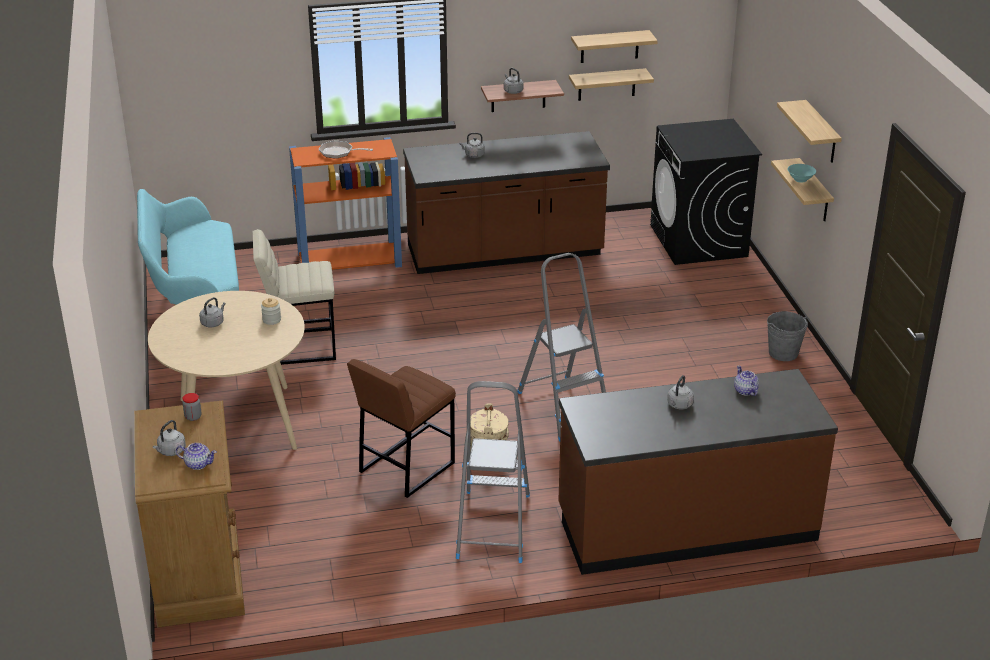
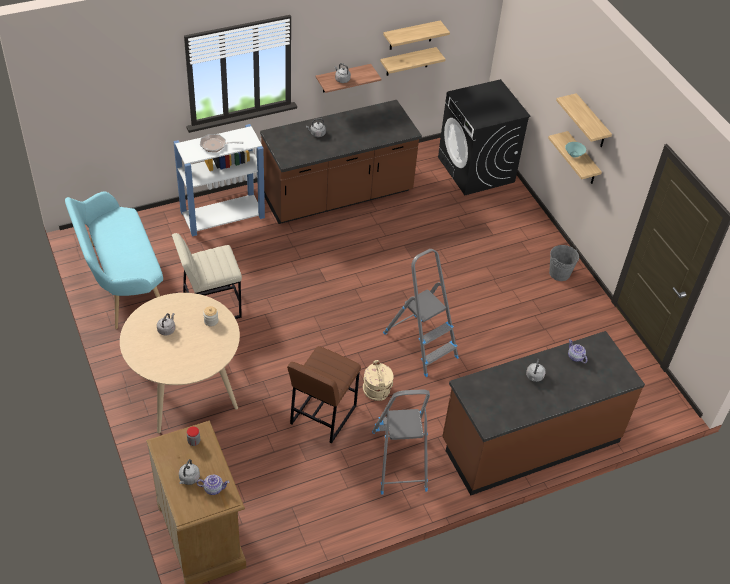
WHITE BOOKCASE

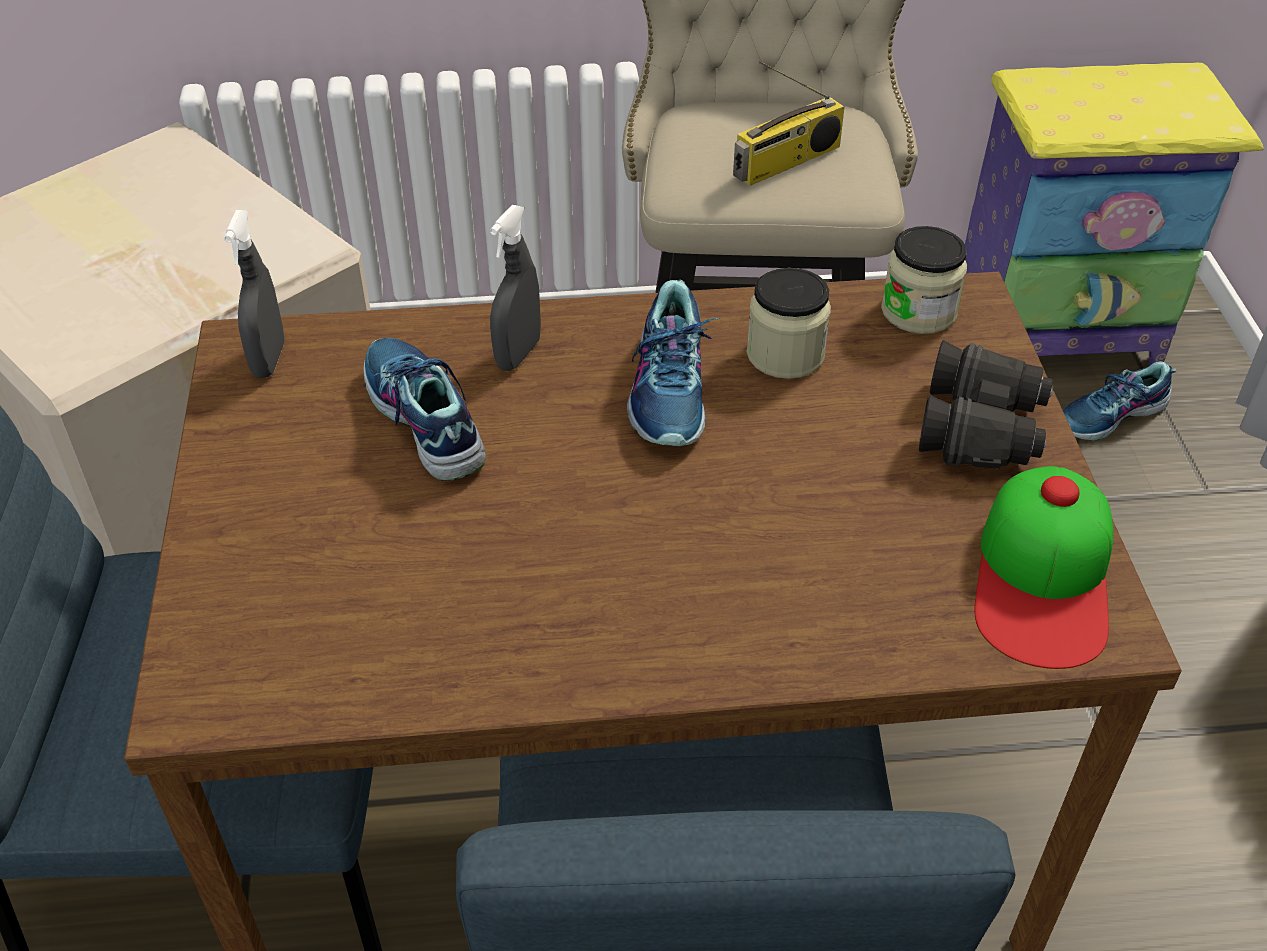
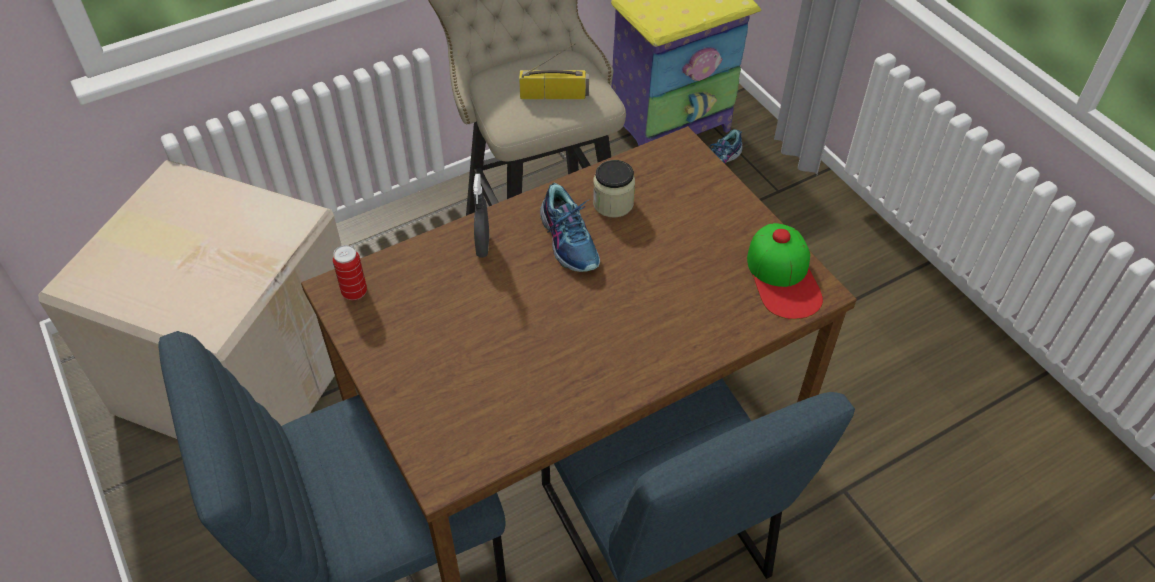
CAN
RADIO
SHOE (no. 1 from left in the first image)
JAR (no. 2 from left in the first image)
BLACK BINOCULARS

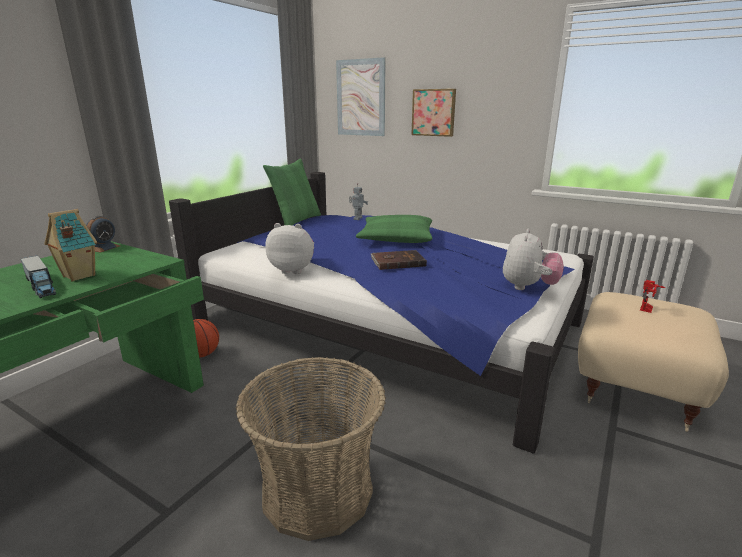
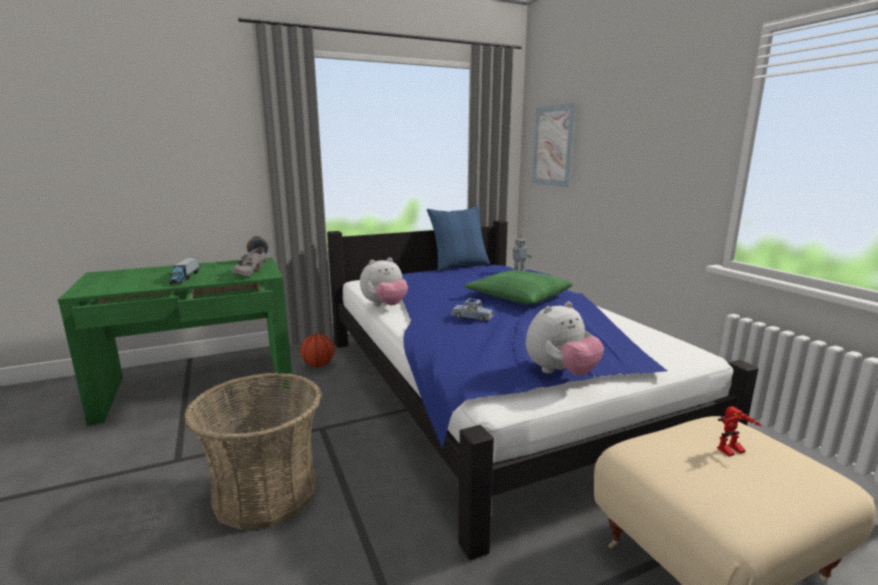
GREY SHOE
PLUSH TOY (no. 1 from left)
BLUE PILLOW
BLUE TOY CAR
TOY HOUSE
PICTURE (no. 2 from left in the first image)

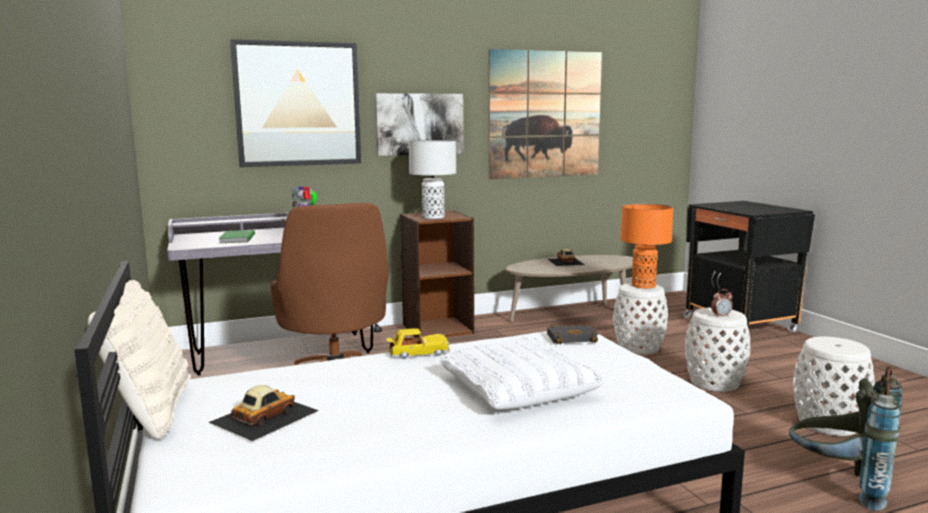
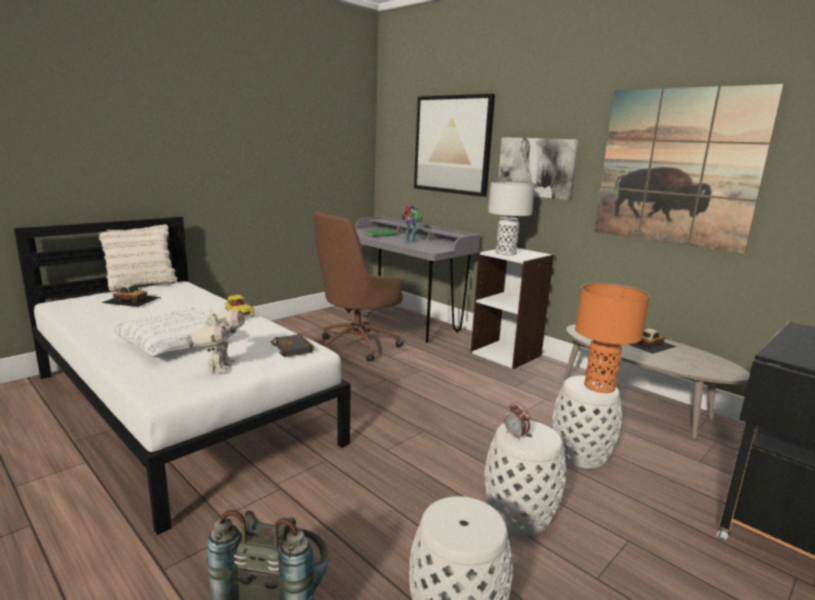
TOY ROBOT (no. 1 from left)
WHITE BOOKCASE

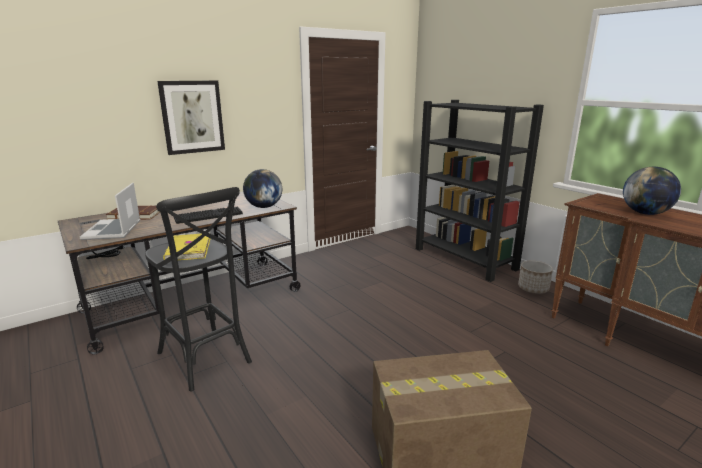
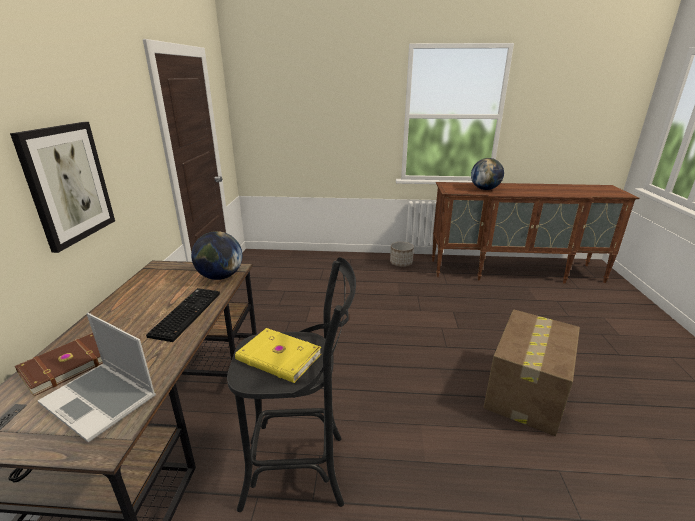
BLACK BOOKCASE

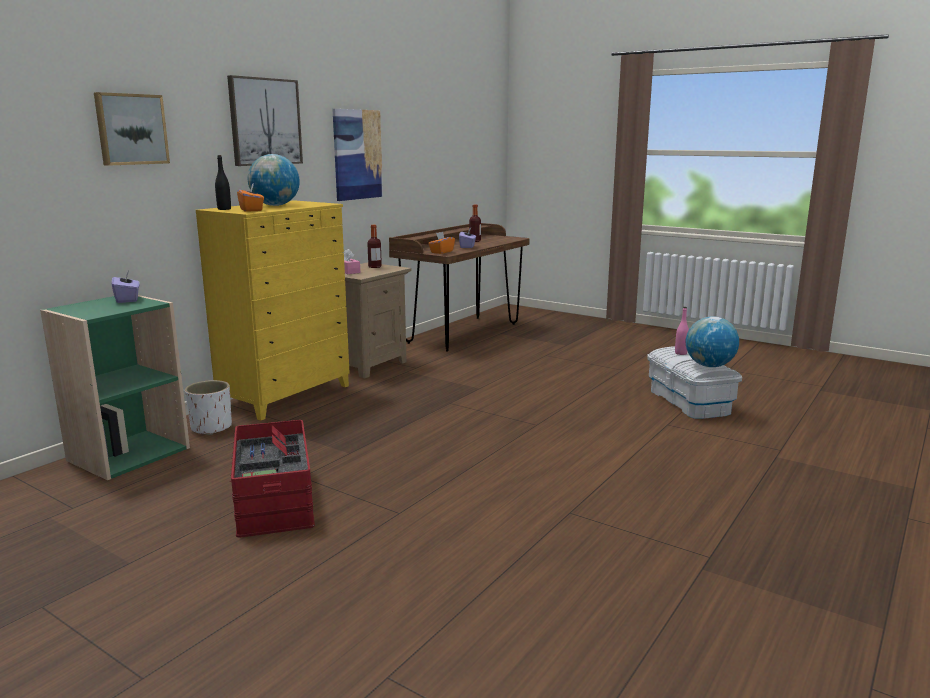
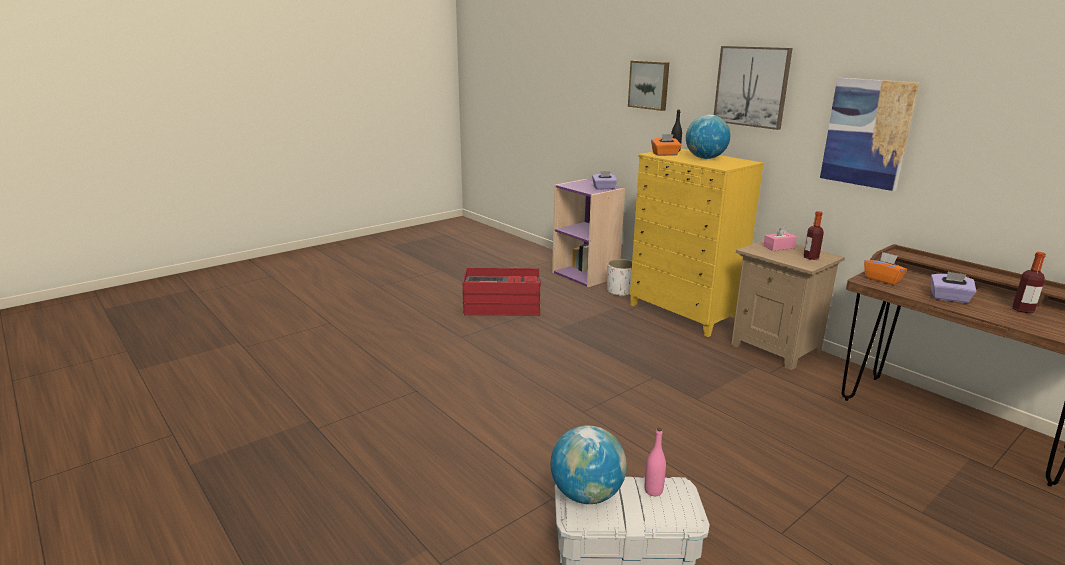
PURPLE BOOKCASE

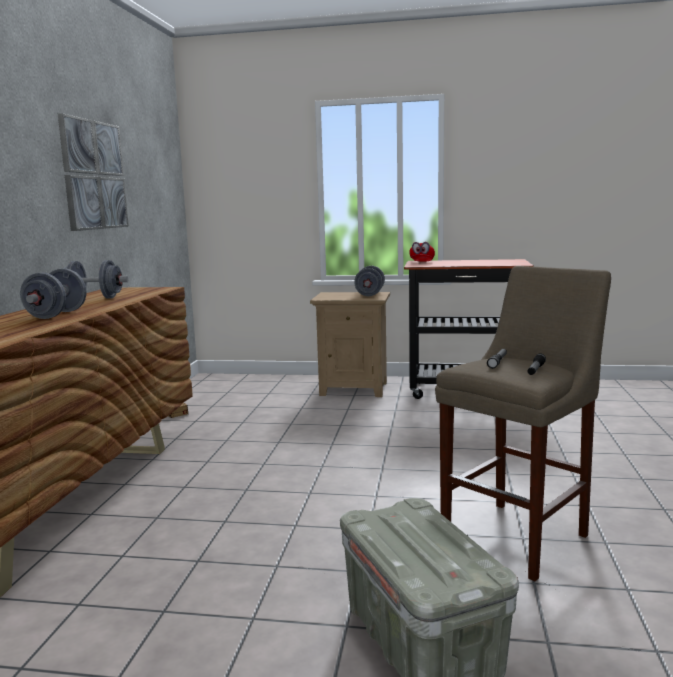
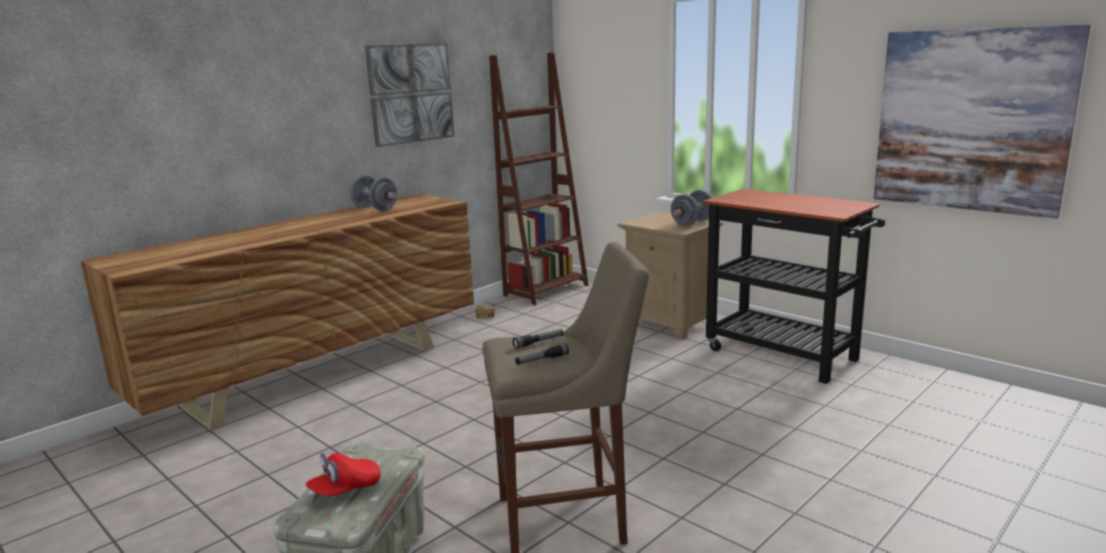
RED CAP
BROWN BOOKCASE
PICTURE (no. 2 from left)
GREY DUMBBELL (no. 1 from left in the first image)

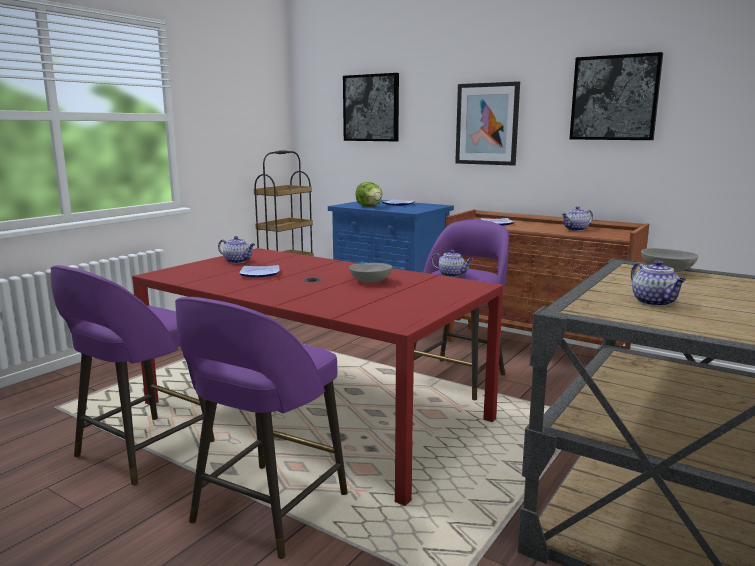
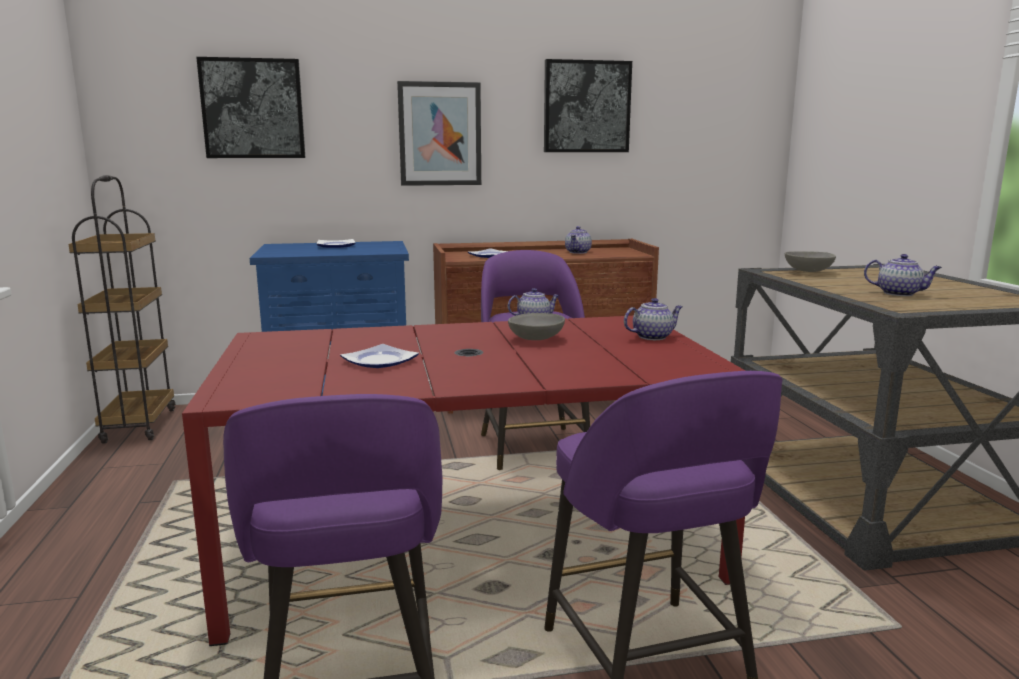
TEAPOT (no. 3 from left)
LETTUCE

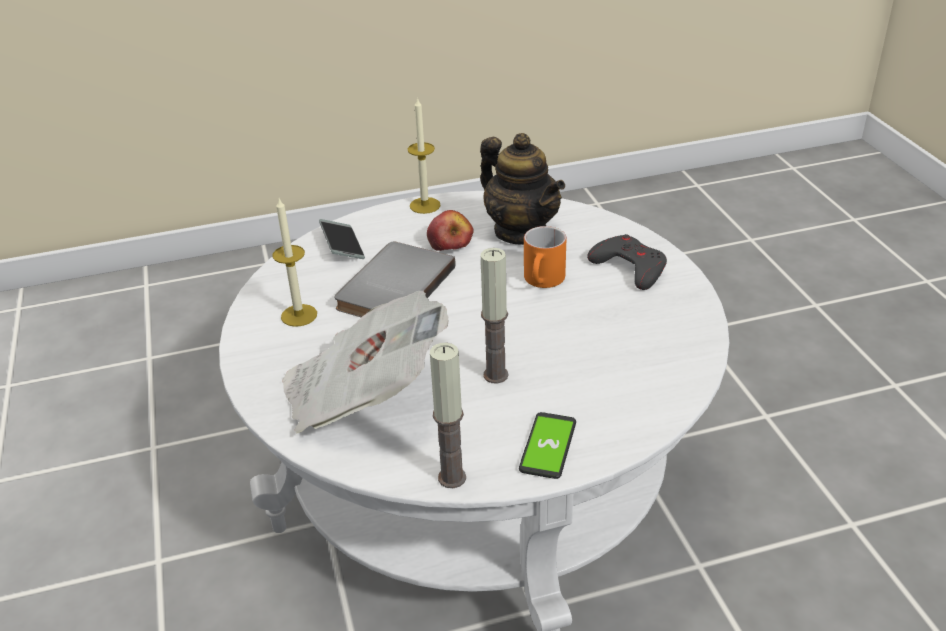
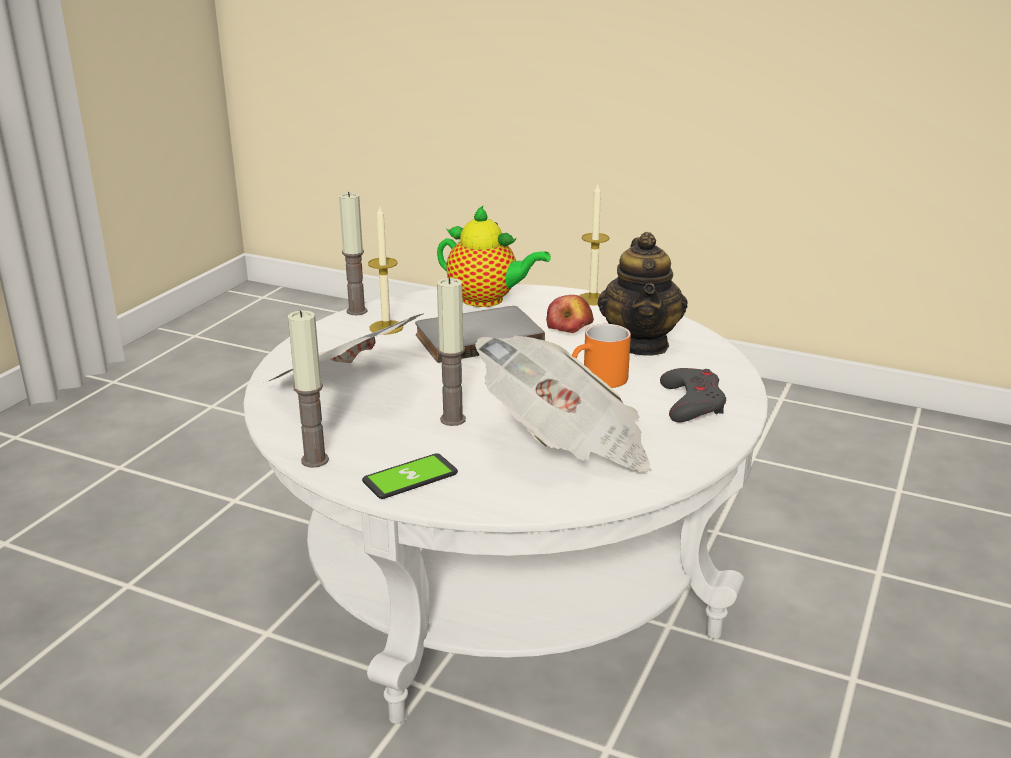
CANDLE (no. 2 from left)
TEAPOT (no. 1 from left)
NEWSPAPER (no. 2 from left)

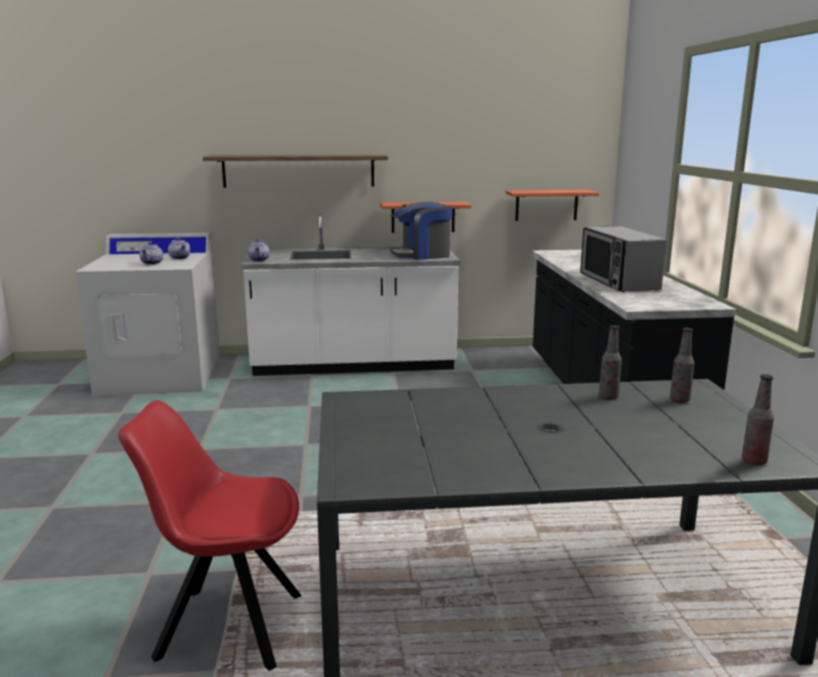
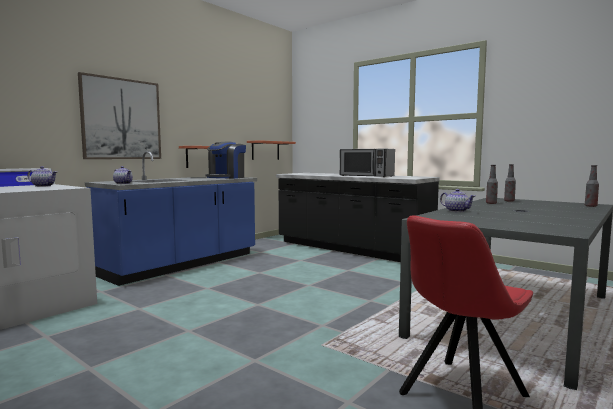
PICTURE
BLUE COUNTER
TEAPOT (no. 3 from left)

